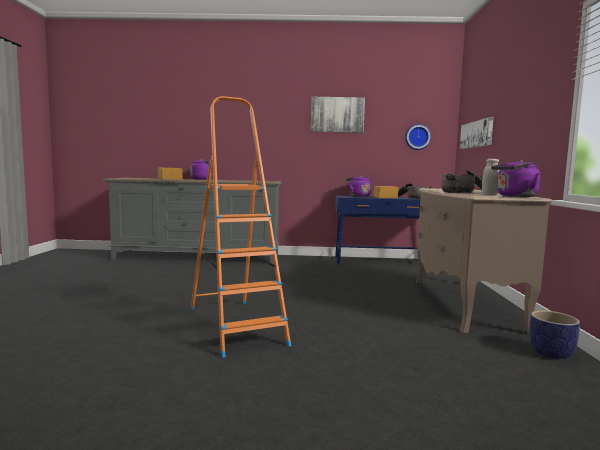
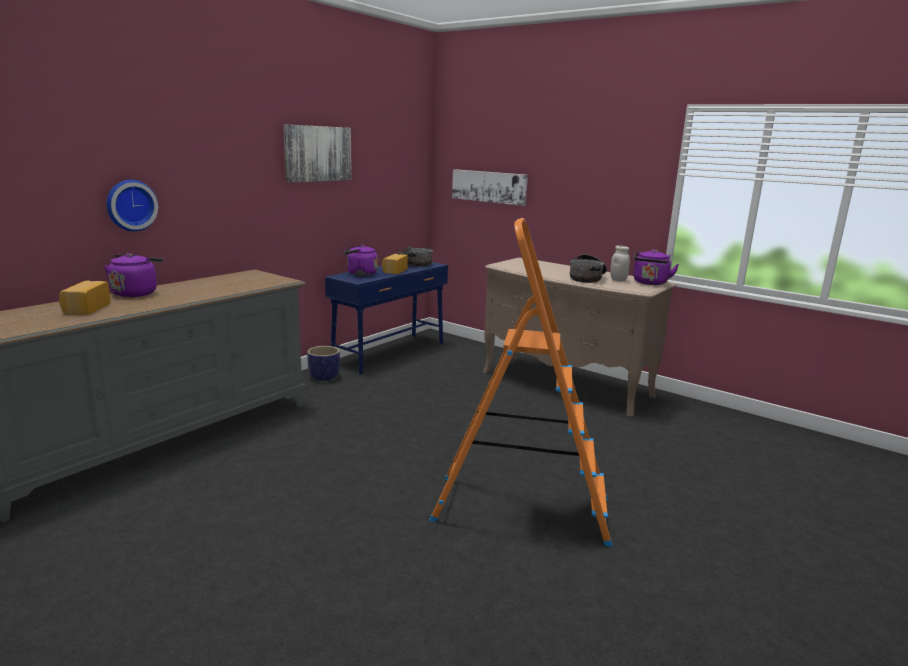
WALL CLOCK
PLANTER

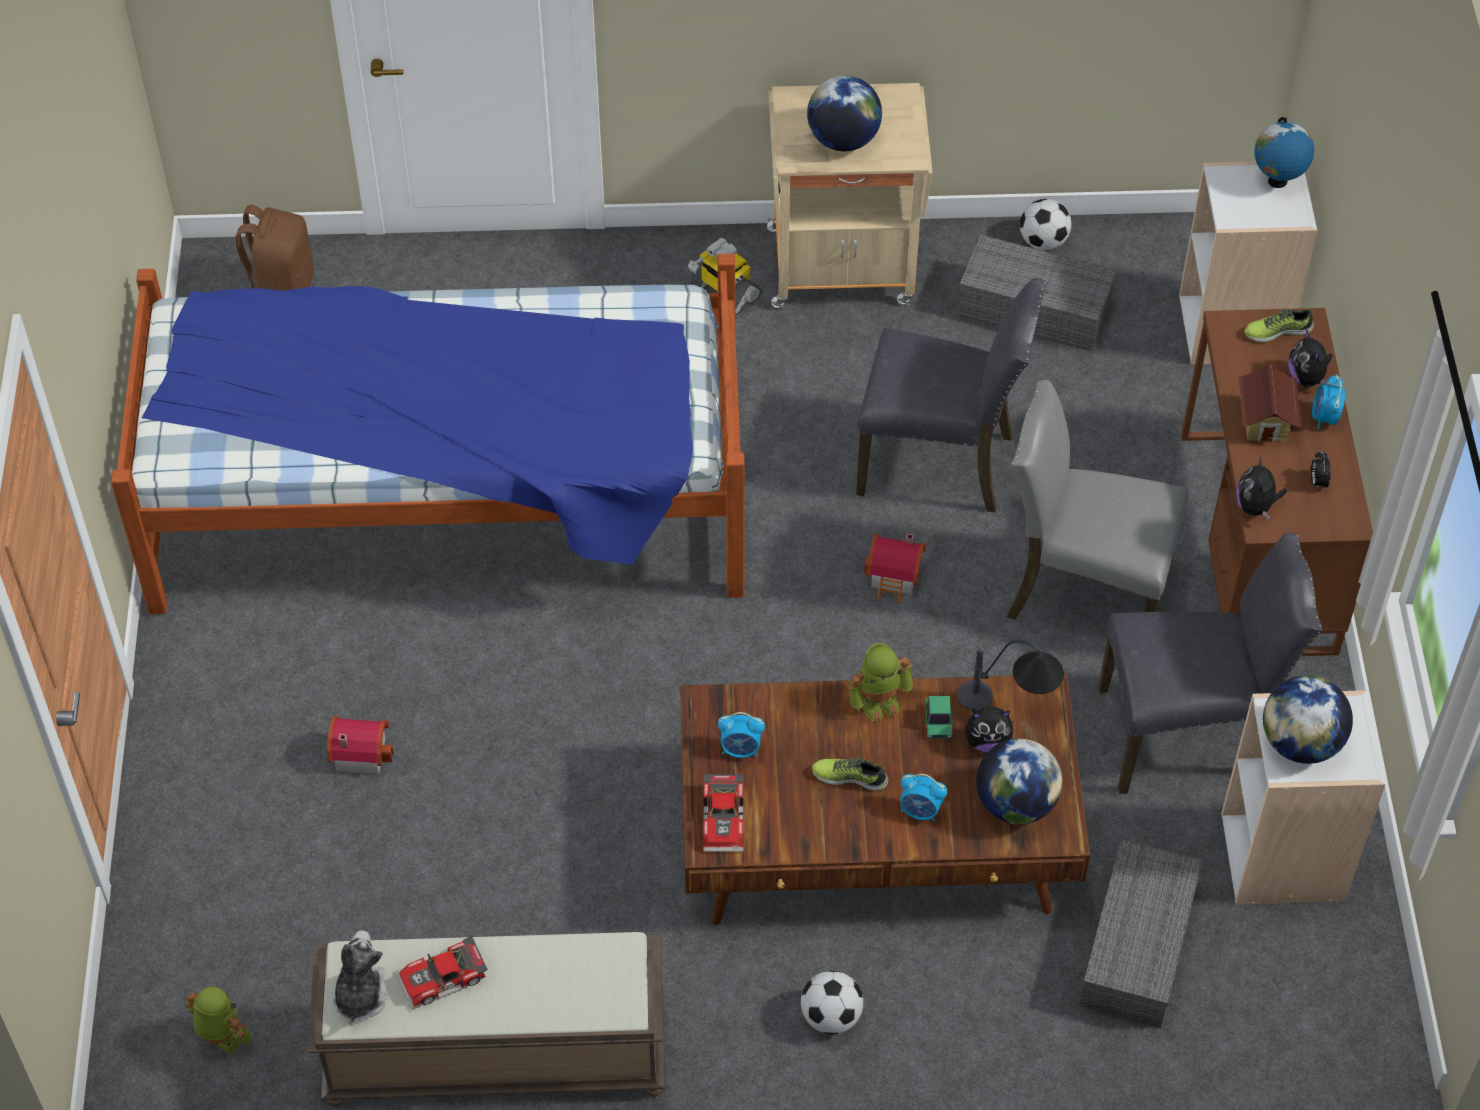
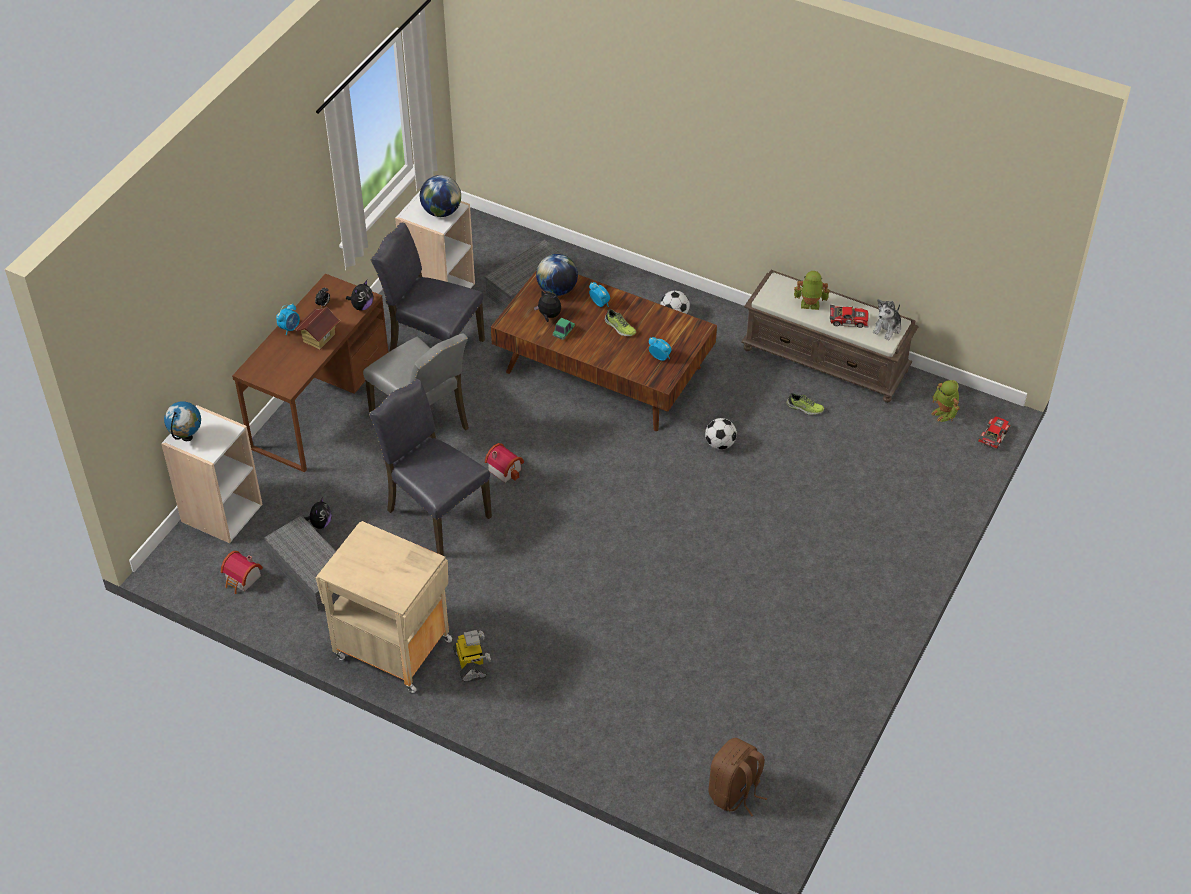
TOY HOUSE (no. 1 from left)
PLUSH TOY (no. 1 from left)
FOOTBALL (no. 2 from left)
SHOE (no. 2 from left)
TOY ROBOT (no. 2 from left)
TOY CAR (no. 3 from left)
BED
GLOBE (no. 1 from left in the first image)
TABLE LAMP

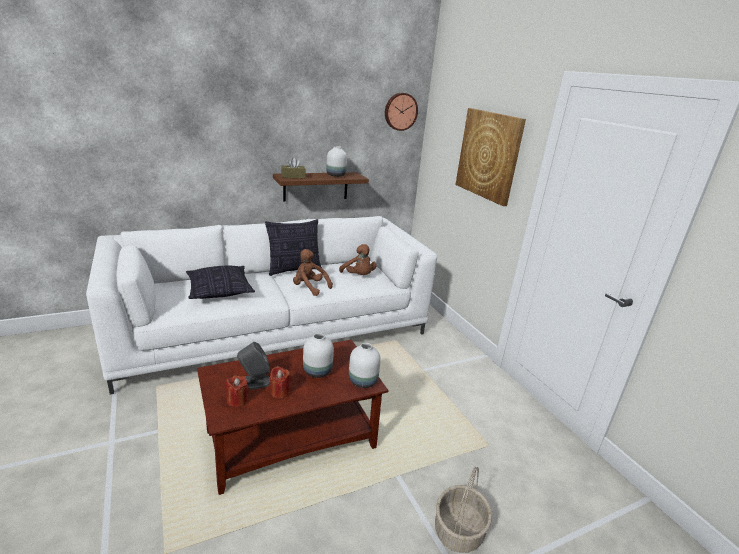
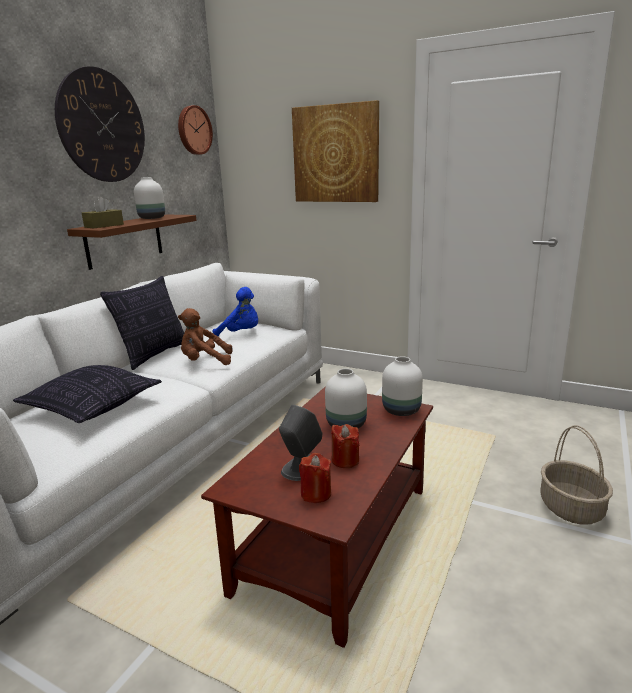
WALL CLOCK (no. 1 from left)
BLUE PLUSH TOY

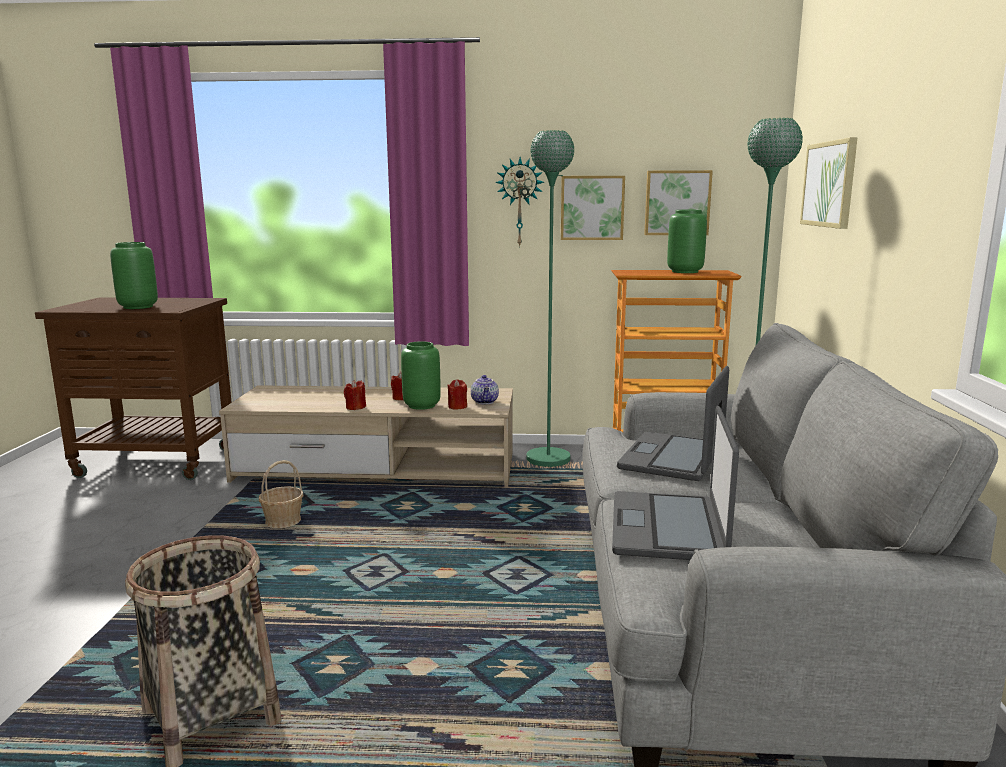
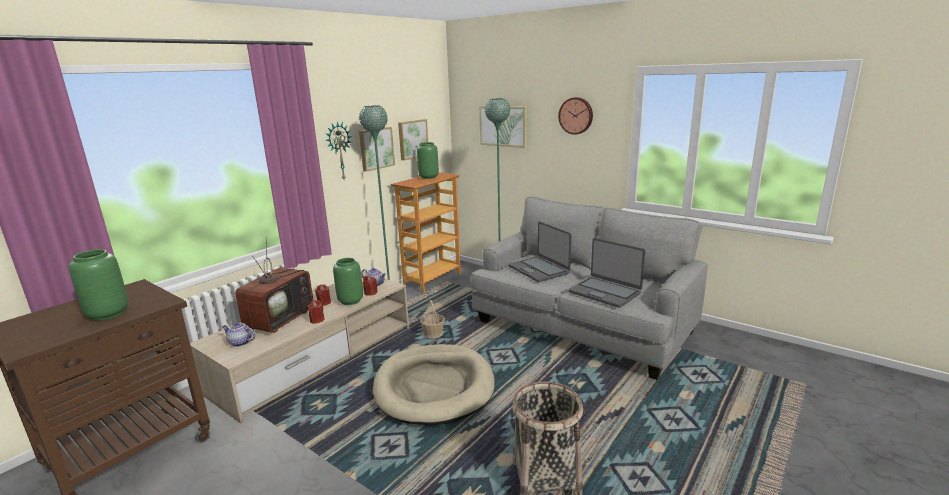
TEAPOT (no. 1 from left)
TELEVISION
BEIGE DOG BED
BASKET (no. 1 from left)
WALL CLOCK (no. 2 from left)

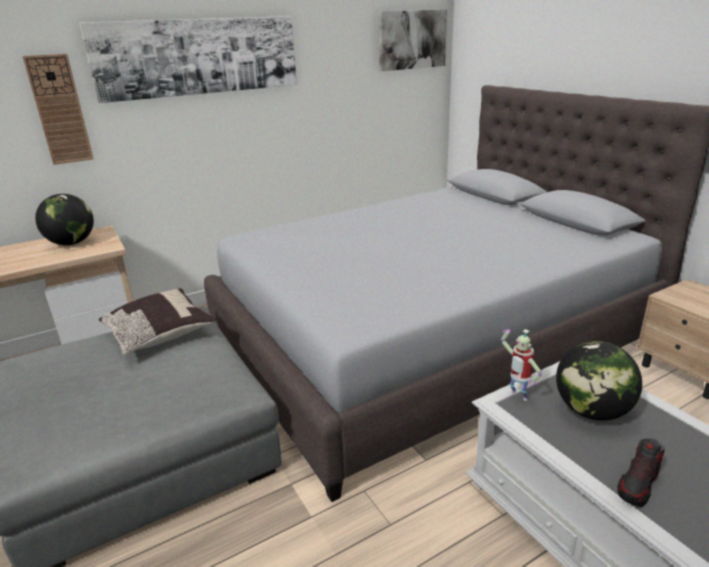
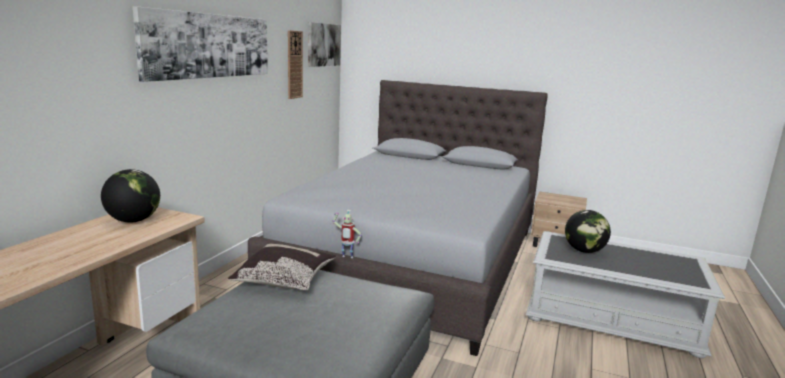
WALL CLOCK
TOY ROBOT
SHOE

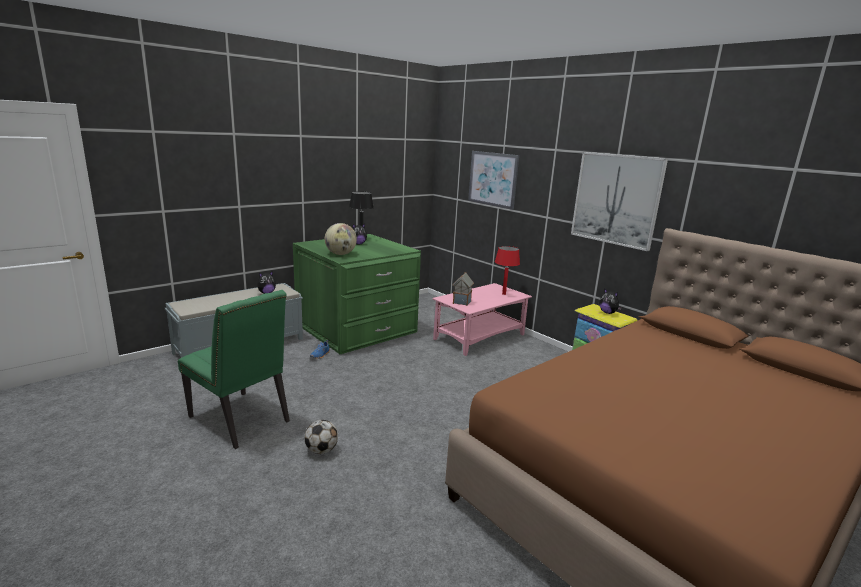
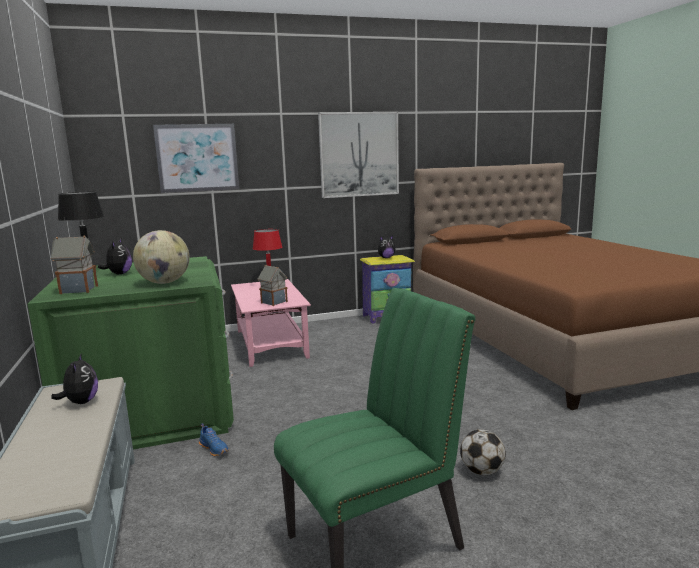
TOY HOUSE (no. 1 from left)

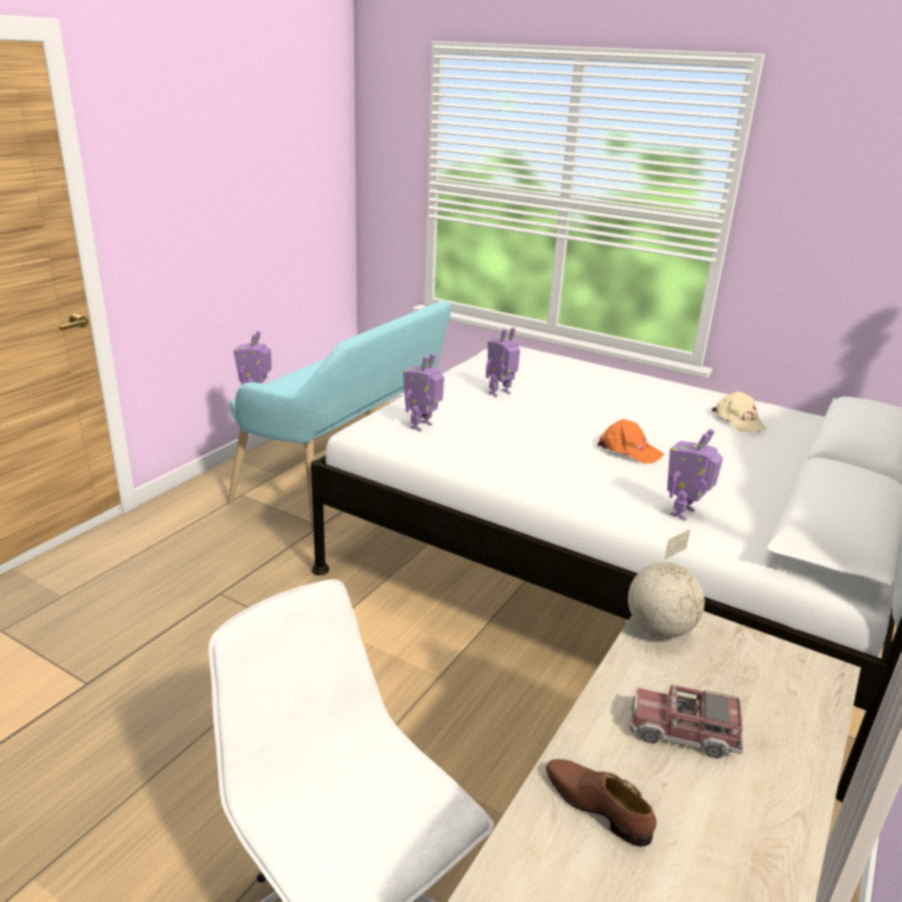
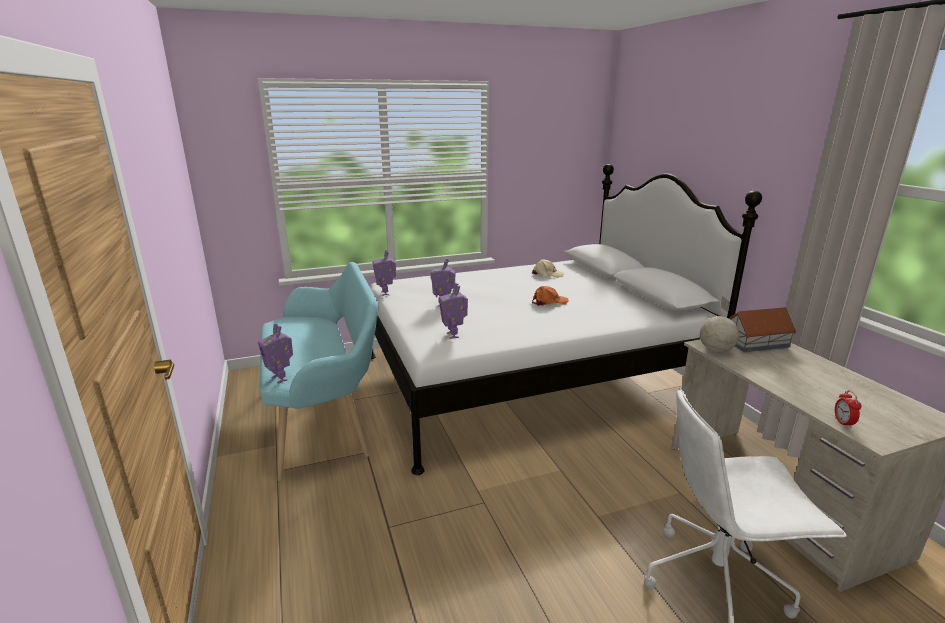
TOY ROBOT (no. 2 from left)
TOY HOUSE
ALARM CLOCK
BROWN SHOE
TOY TRUCK

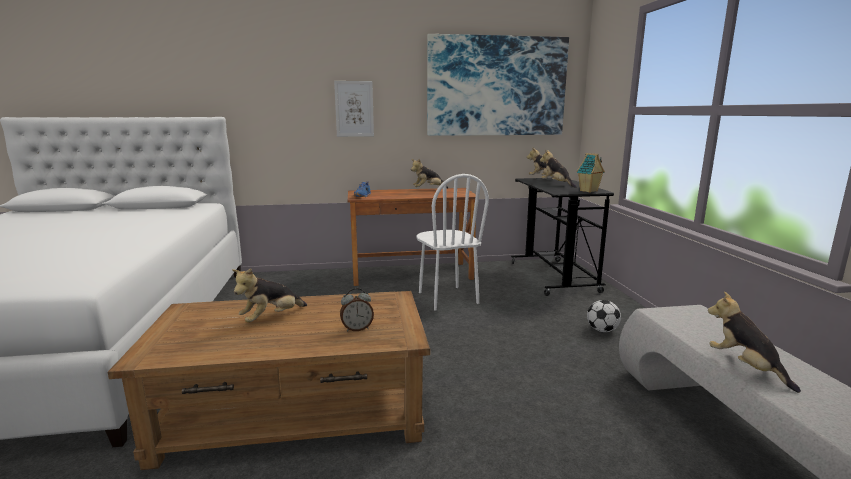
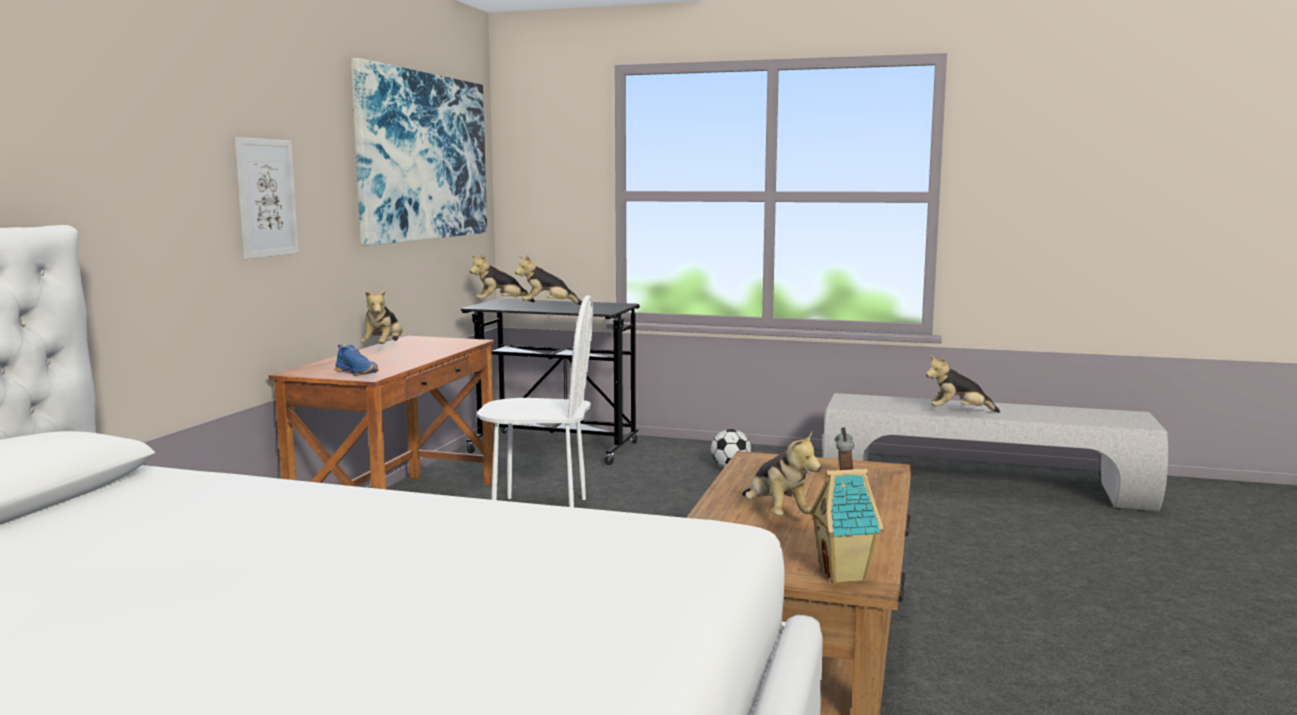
TOY HOUSE

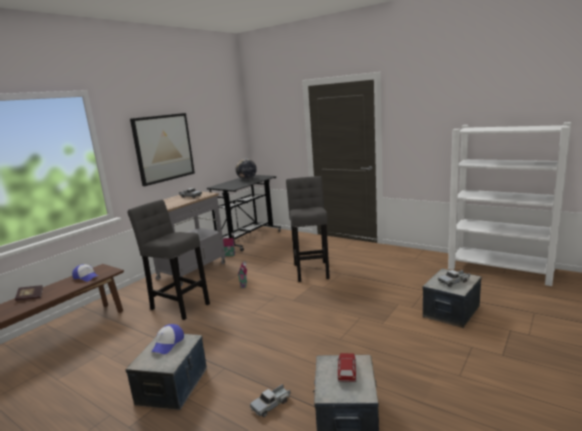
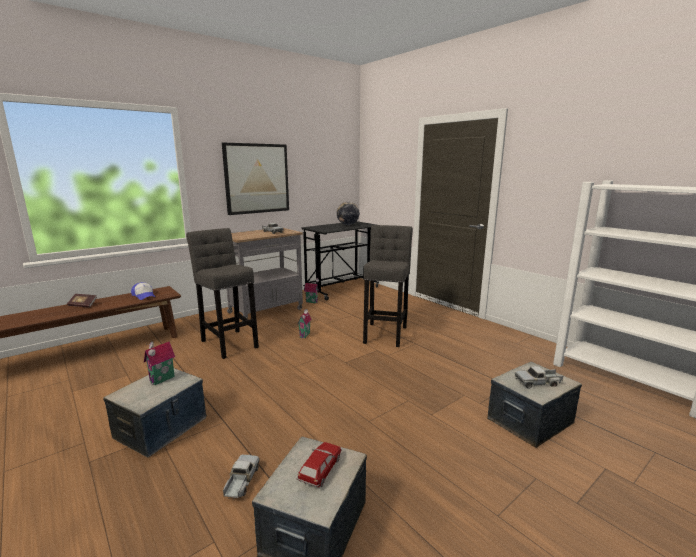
TOY HOUSE (no. 1 from left)
TOY TRUCK (no. 1 from left)

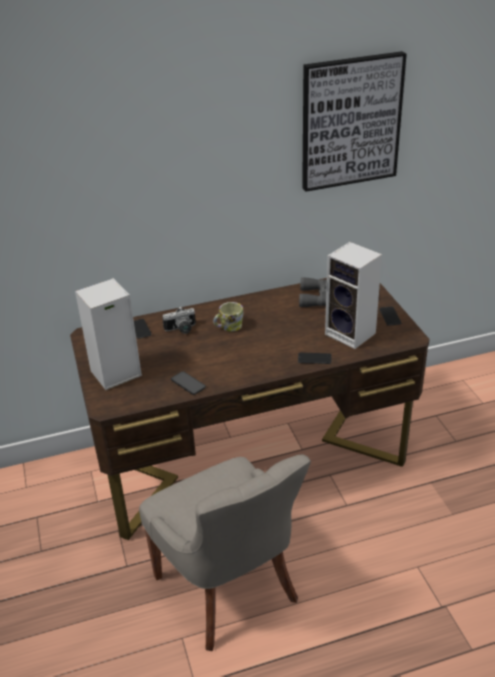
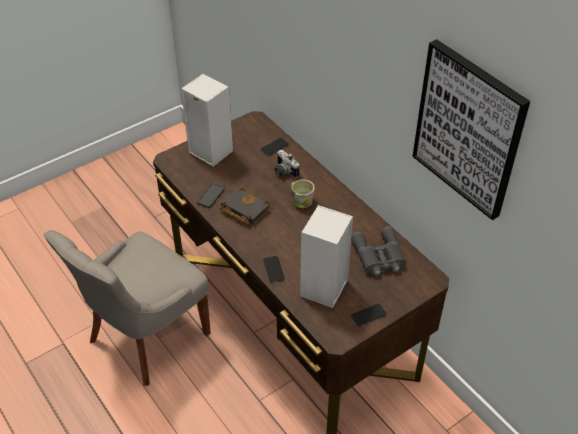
BLACK BOOK

